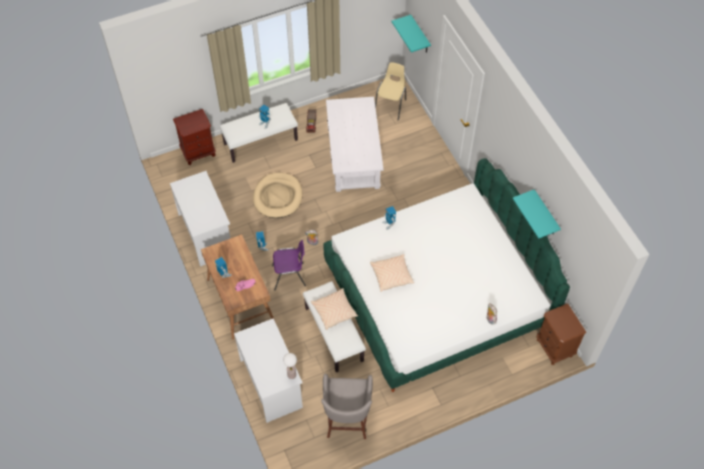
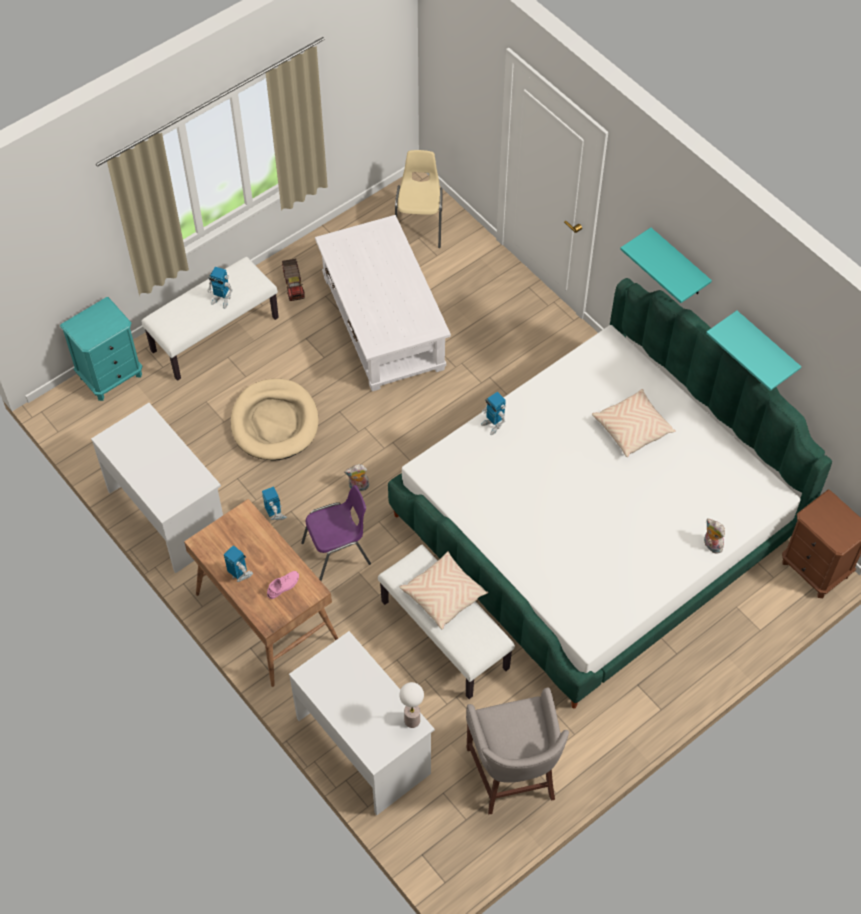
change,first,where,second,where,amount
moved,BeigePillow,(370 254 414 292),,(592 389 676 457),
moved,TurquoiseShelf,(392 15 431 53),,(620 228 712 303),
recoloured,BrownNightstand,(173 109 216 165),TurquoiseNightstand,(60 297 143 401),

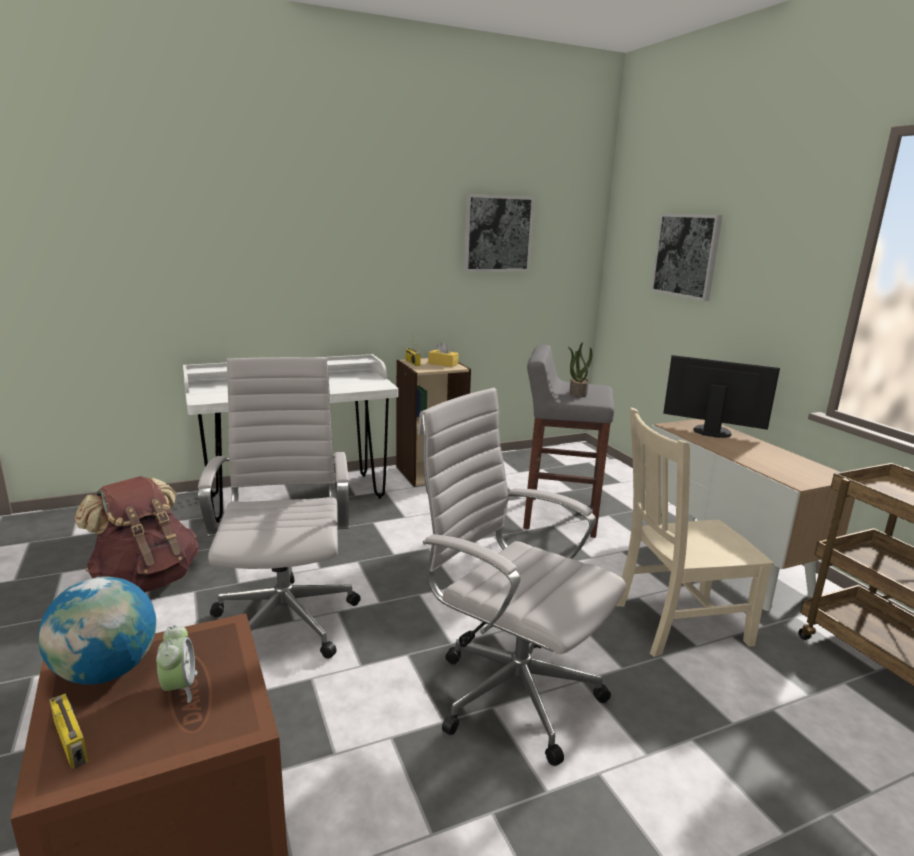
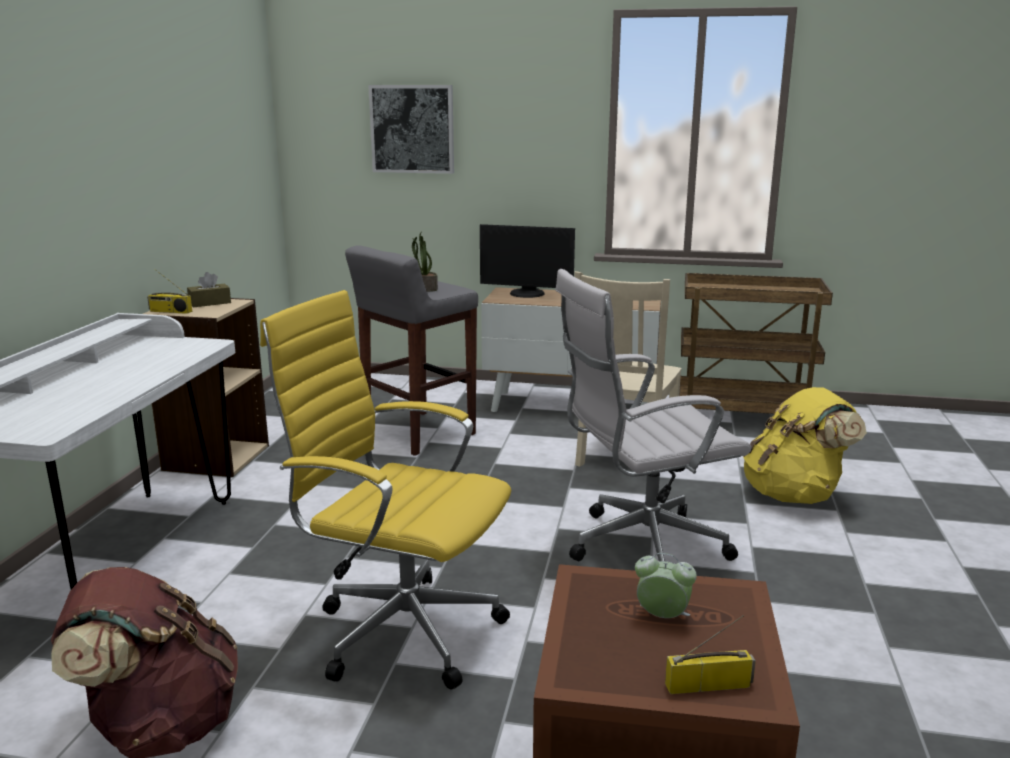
change,first,where,second,where,amount
removed,Globe,(38 576 156 685),,,
removed,Picture,(463 194 534 272),,,
added,,,YellowBackpack,(743 387 867 504),
recoloured,WhiteOfficeChair,(198 357 361 659),YellowOfficeChair,(260 290 511 689),
recoloured,YellowTissueBox,(428 341 459 367),BrownTissueBox,(187 272 231 307),
turned,Monitor,(663 355 780 438),,(480 224 575 298),135 degrees counterclockwise

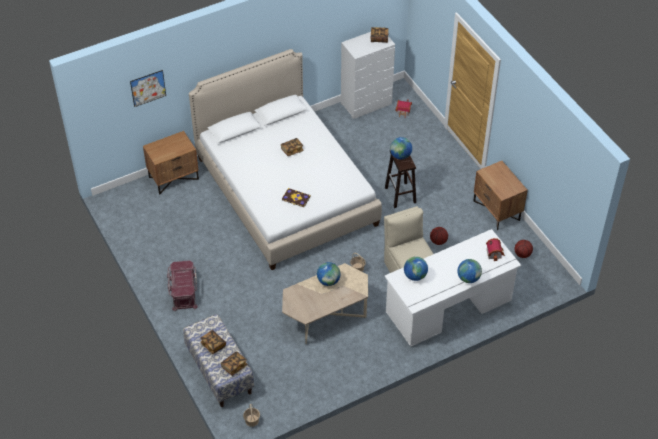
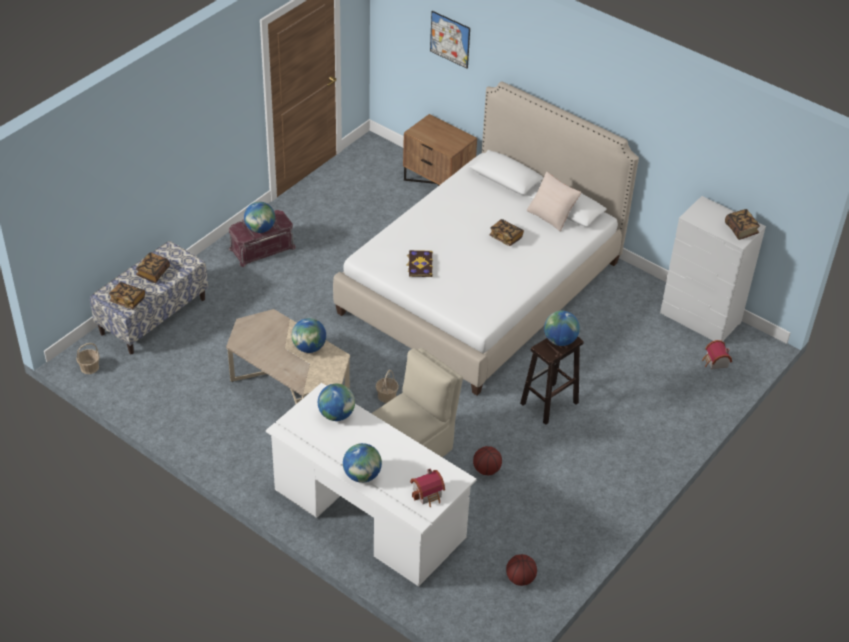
change,first,where,second,where,amount
removed,BrownNightstand,(473 161 528 230),,,
added,,,Globe,(244 202 275 233),
added,,,BeigePillow,(527 172 581 232),

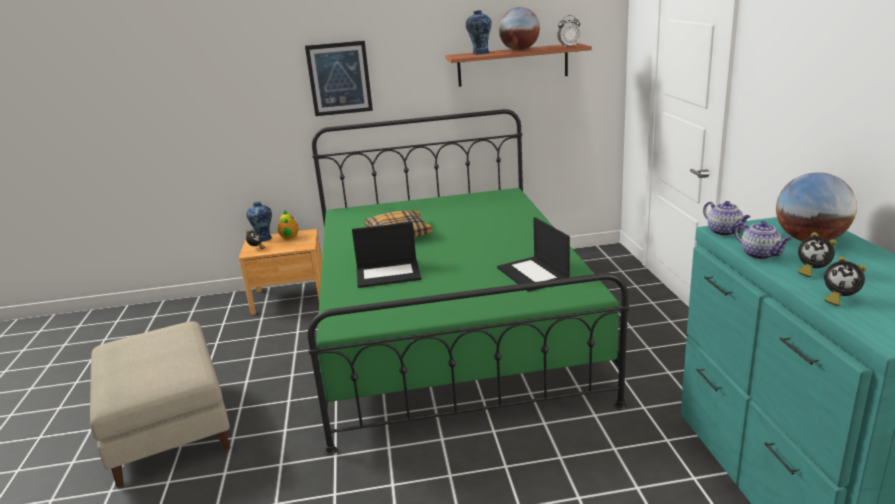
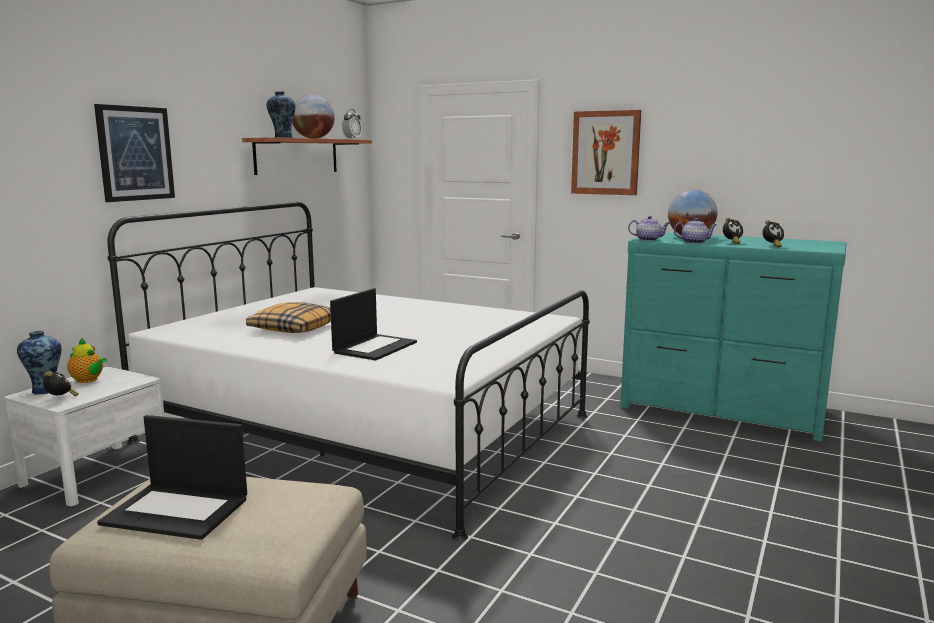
change,first,where,second,where,amount
added,,,Picture,(571 110 641 195),
moved,Laptop,(497 217 570 292),,(97 415 247 540),
recoloured,BrownNightstand,(239 229 322 315),WhiteNightstand,(4 367 165 506),
recoloured,GreenBed,(307 109 629 456),WhiteBed,(107 202 590 541),

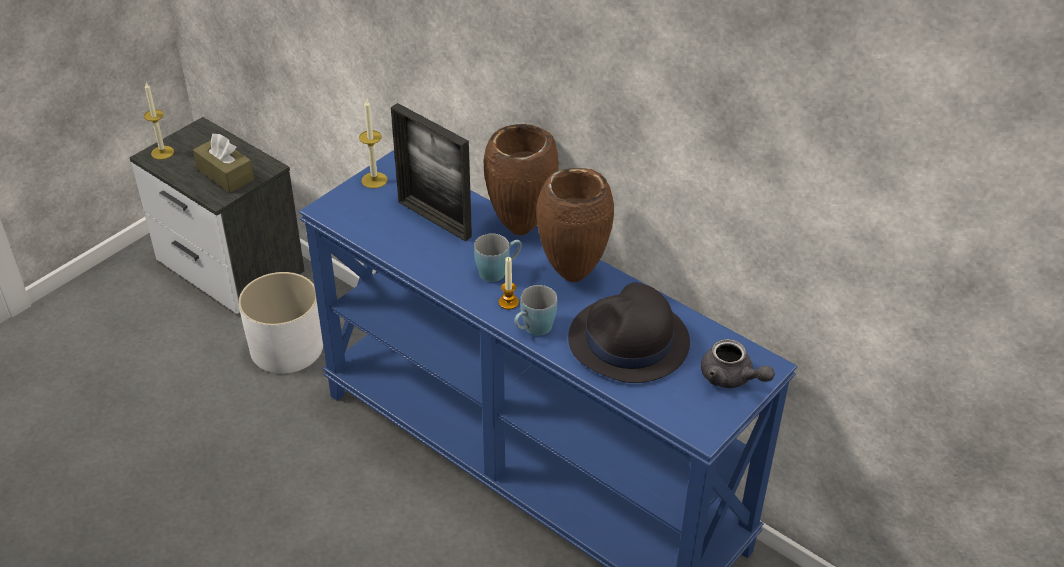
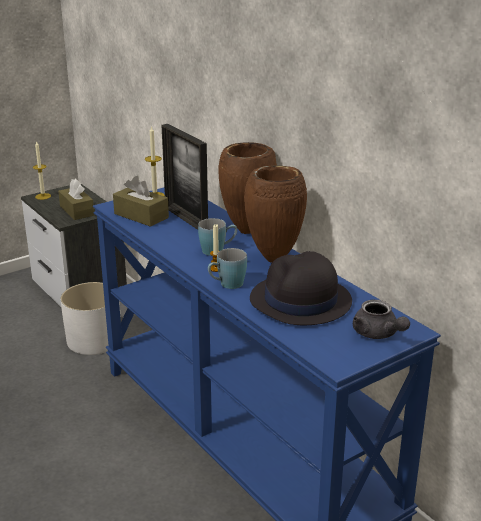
change,first,where,second,where,amount
added,,,BrownTissueBox,(113 176 169 227),

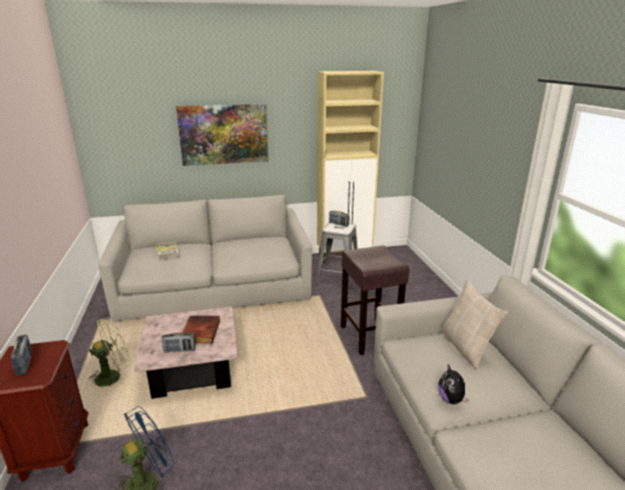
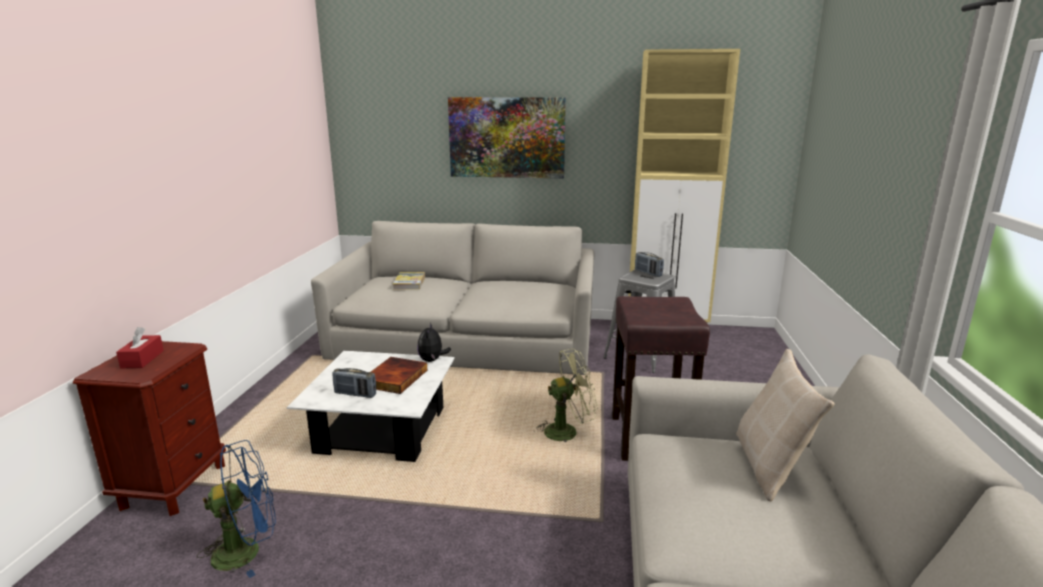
change,first,where,second,where,amount
moved,GreenFan,(89 317 130 386),,(533 349 598 442),
moved,PlushToy,(438 365 469 404),,(417 323 451 362),
replaced,Radio,(11 335 32 376),RedTissueBox,(116 327 164 368),
recoloured,PinkCoffeeTable,(134 307 238 399),WhiteCoffeeTable,(287 351 455 462),

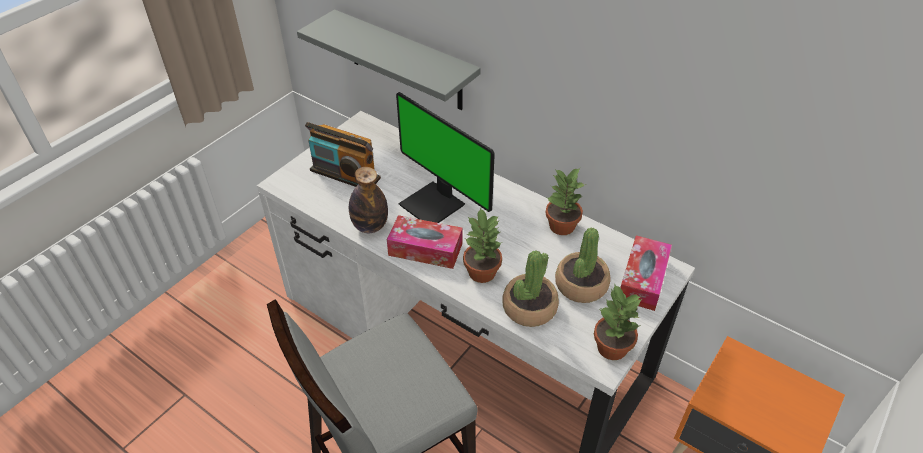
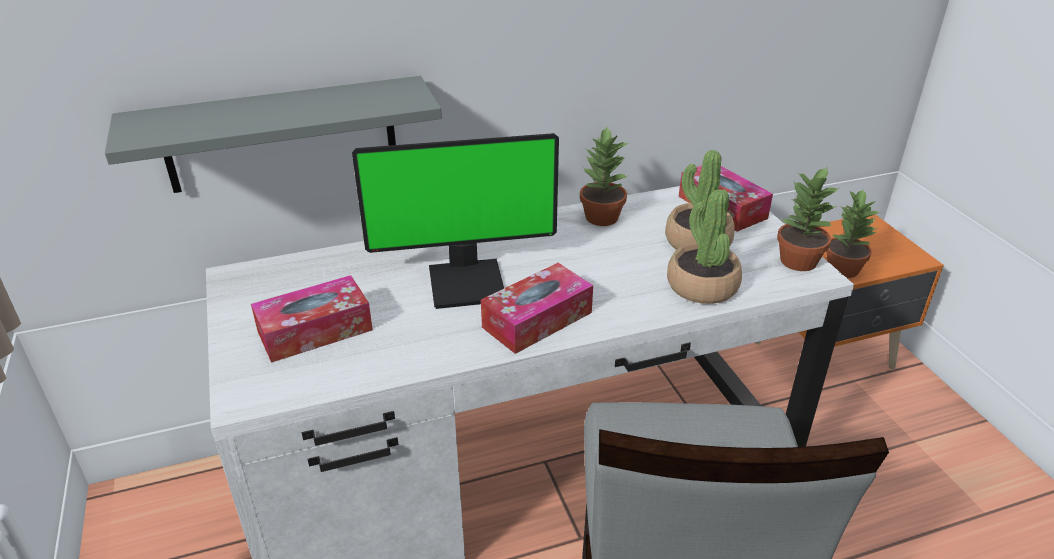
change,first,where,second,where,amount
removed,Bottle,(349 167 388 233),,,
moved,PottedPlant,(463 207 502 283),,(826 189 881 278),
replaced,Radio,(305 122 381 187),TissueBox,(251 275 373 363),

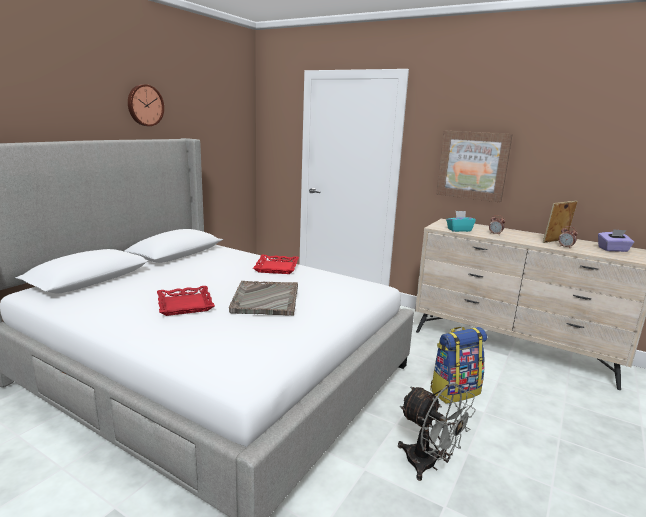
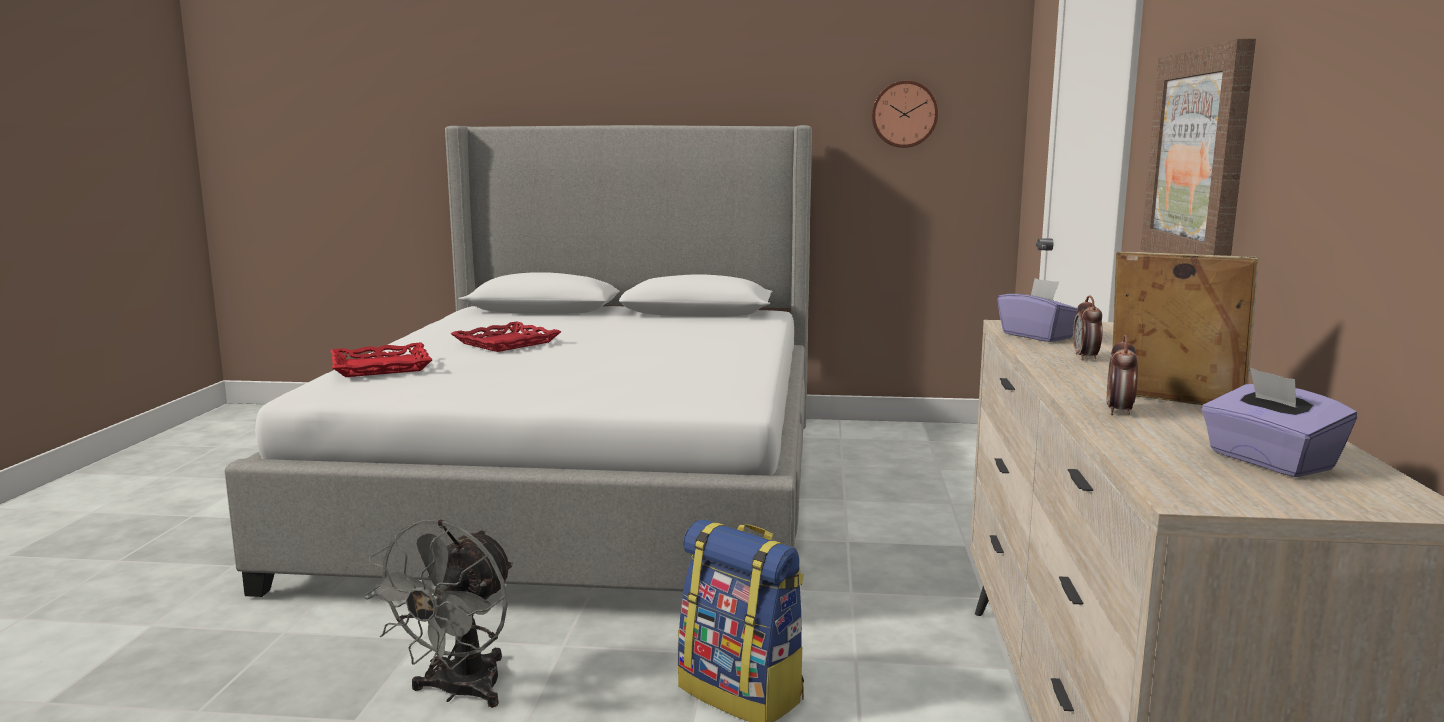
change,first,where,second,where,amount
removed,GreyTray,(229 281 298 316),,,
moved,WallClock,(128 84 164 126),,(872 80 938 148),
moved,RedTray,(253 255 299 274),,(331 343 432 377),
recoloured,TurquoiseTissueBox,(446 211 476 232),PurpleTissueBox,(997 278 1077 342),

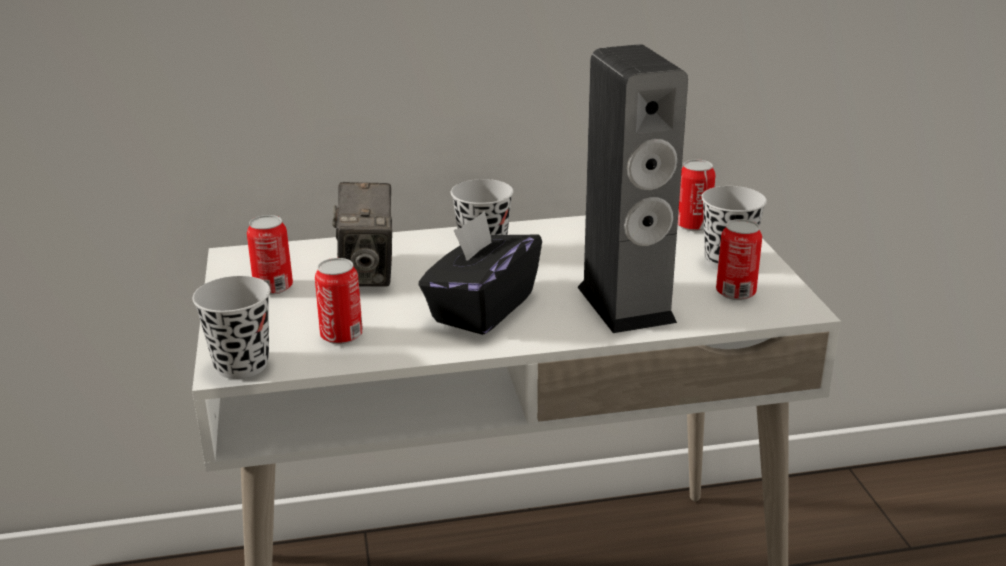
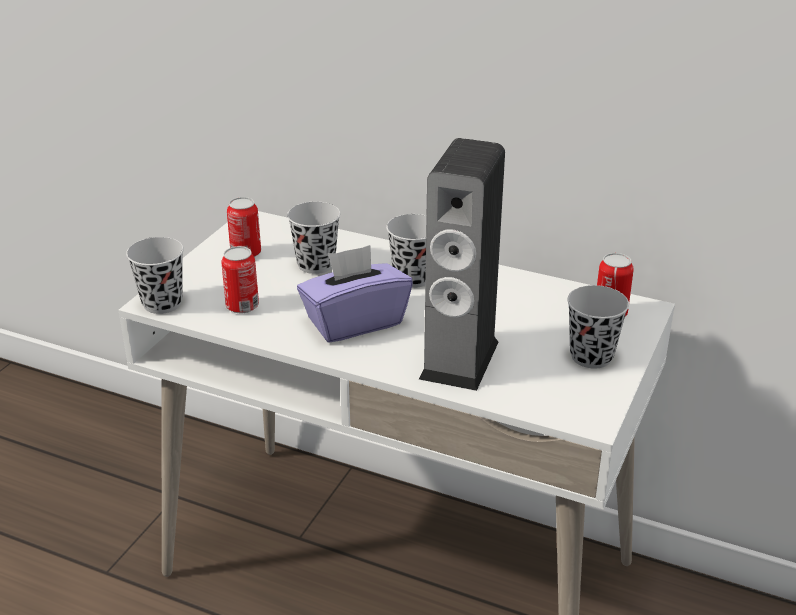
change,first,where,second,where,amount
removed,Can,(716 219 762 300),,,
replaced,PhotoCamera,(332 182 392 287),BlackCup,(287 202 340 274),
recoloured,BlackTissueBox,(418 211 542 335),PurpleTissueBox,(297 245 413 343),

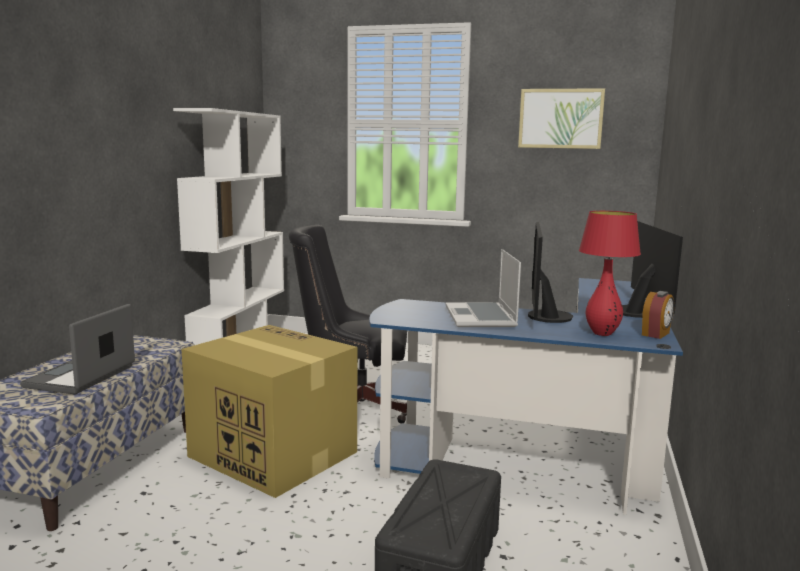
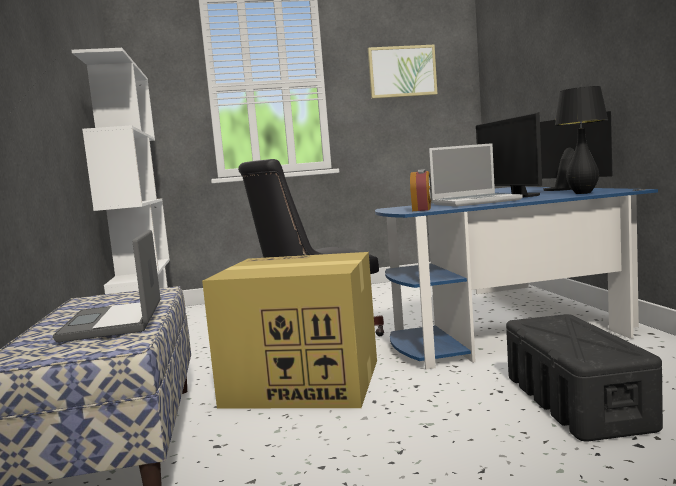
change,first,where,second,where,amount
moved,AlarmClock,(642 291 675 339),,(410 169 432 211),
recoloured,RedTableLamp,(579 211 641 336),BlackTableLamp,(555 86 608 194),
turned,Laptop,(445 249 521 327),,(429 143 523 207),75 degrees counterclockwise

